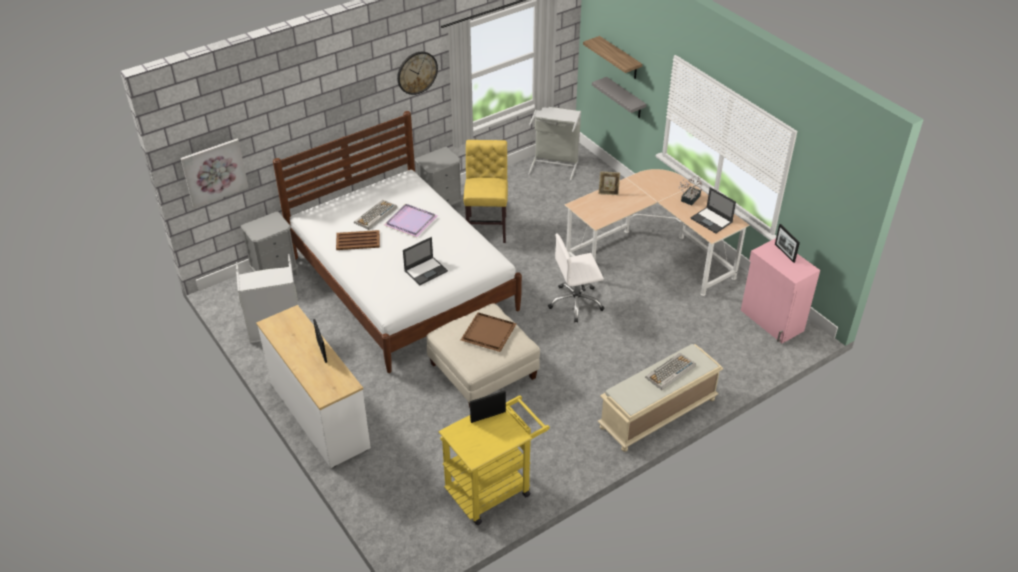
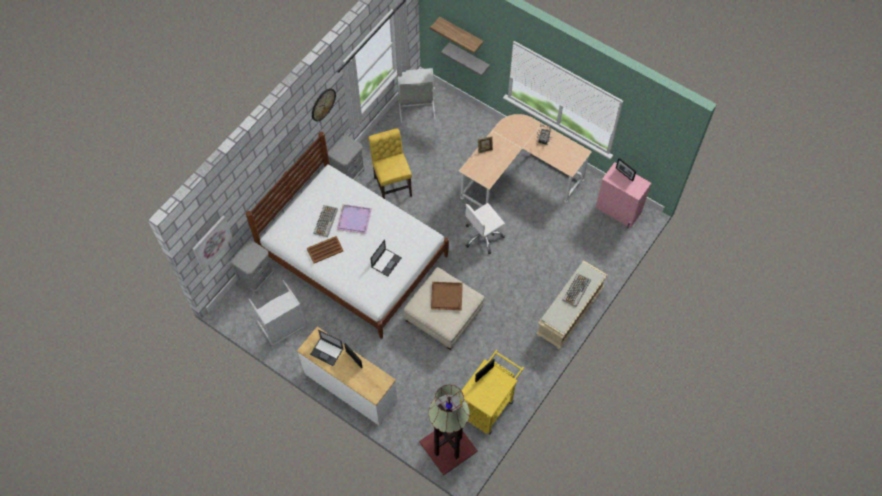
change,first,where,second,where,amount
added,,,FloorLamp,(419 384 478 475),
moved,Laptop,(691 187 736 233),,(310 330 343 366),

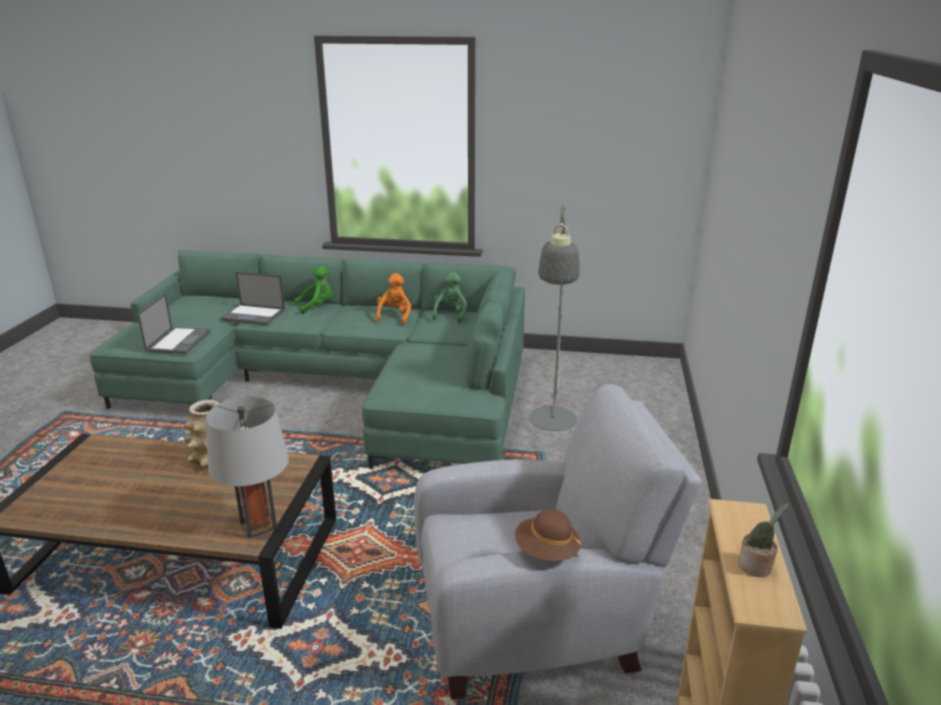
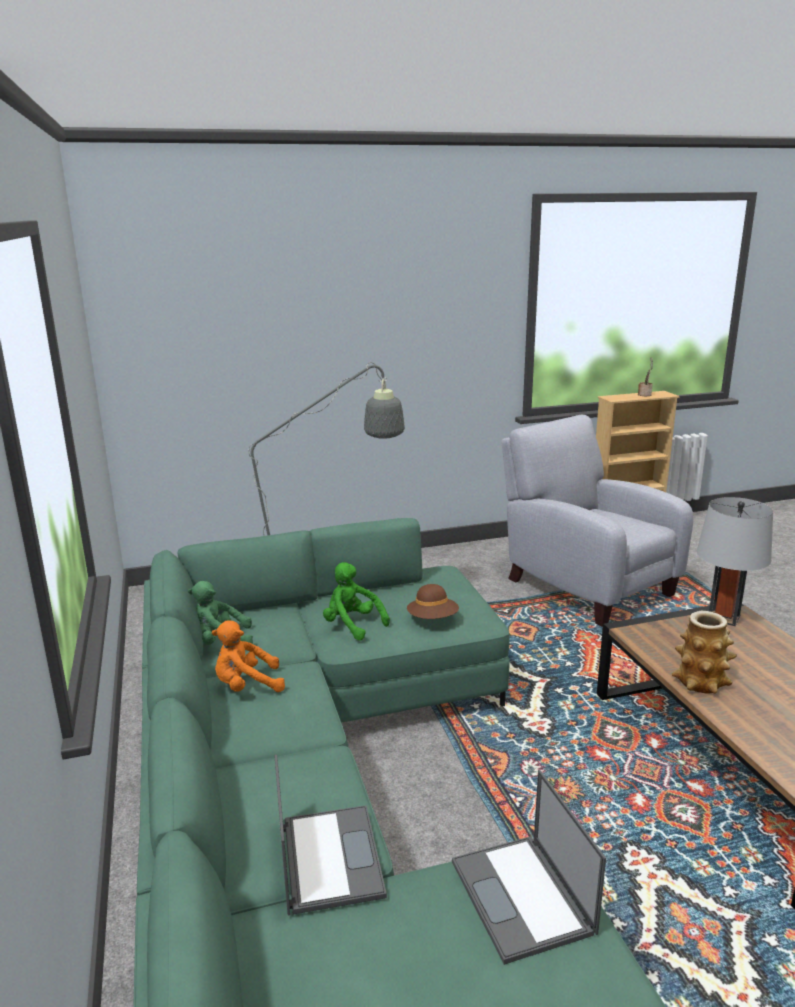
change,first,where,second,where,amount
moved,GreenPlushToy,(294 266 333 314),,(323 562 390 640),
moved,BrownHat,(515 509 581 561),,(407 584 459 619),
turned,Laptop,(137 293 211 354),,(452 770 606 965),90 degrees counterclockwise

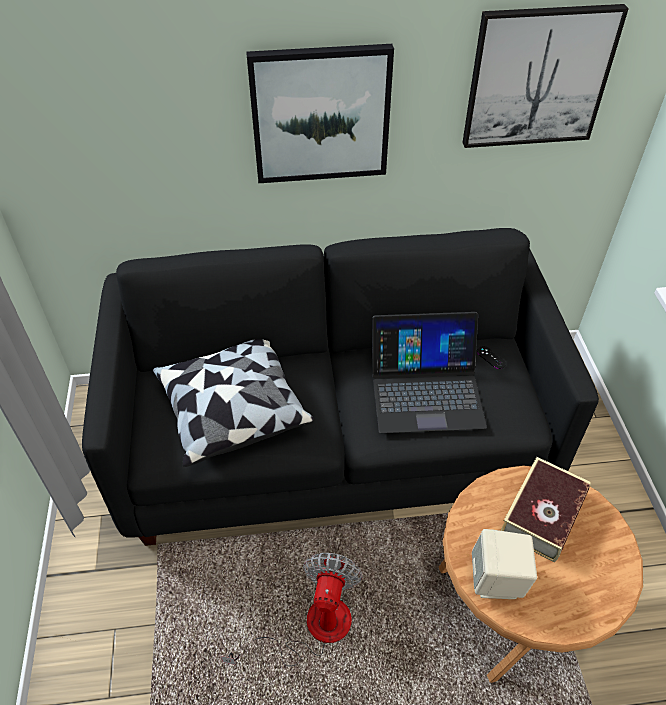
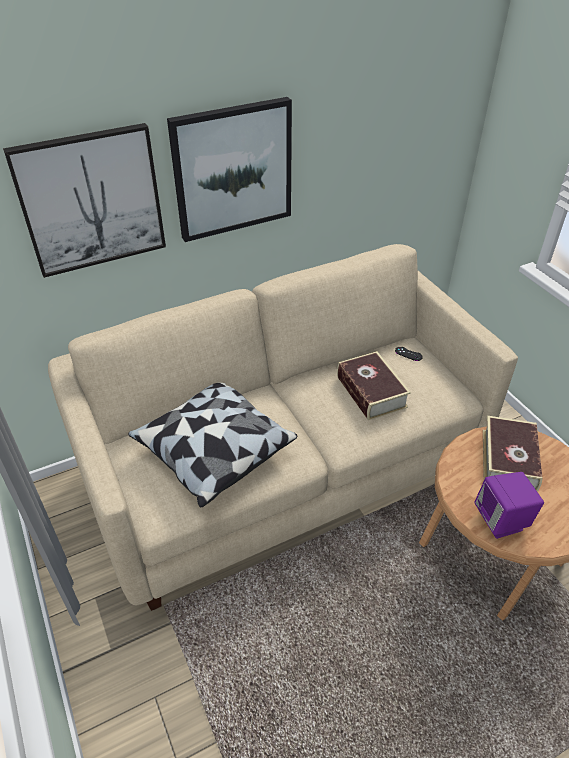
change,first,where,second,where,amount
removed,Fan,(221 553 363 666),,,
moved,Picture,(462 4 629 148),,(3 123 166 278),
replaced,Laptop,(371 312 487 433),Book,(337 351 411 420),
recoloured,BlackSofa,(82 228 599 546),BeigeSofa,(48 244 518 611),
recoloured,BeigeSpeaker,(472 529 537 599),PurpleSpeaker,(474 472 544 539),

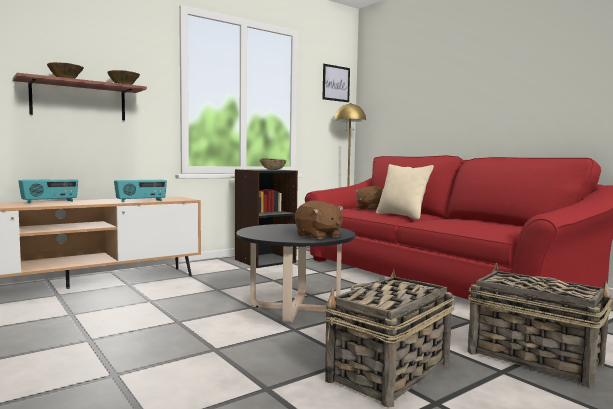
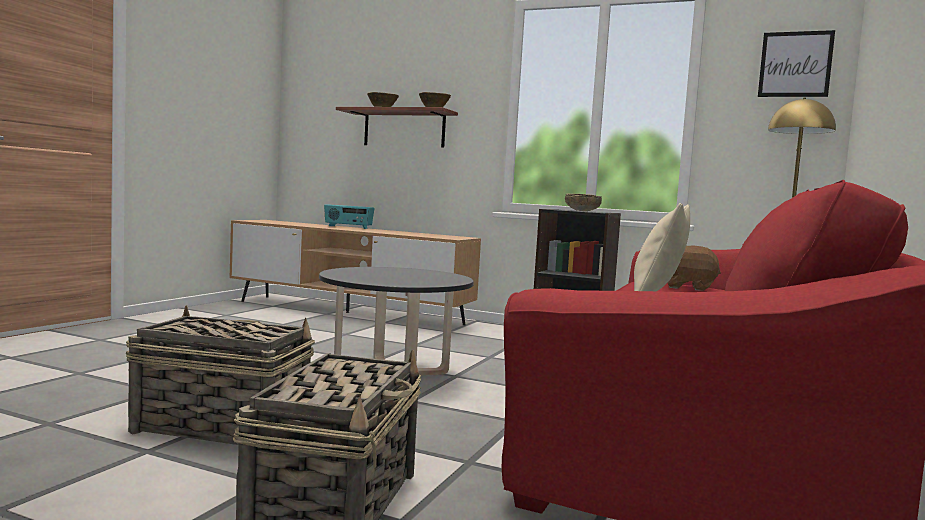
change,first,where,second,where,amount
removed,Radio,(114 180 167 203),,,
removed,BrownPlushToy,(295 201 343 240),,,

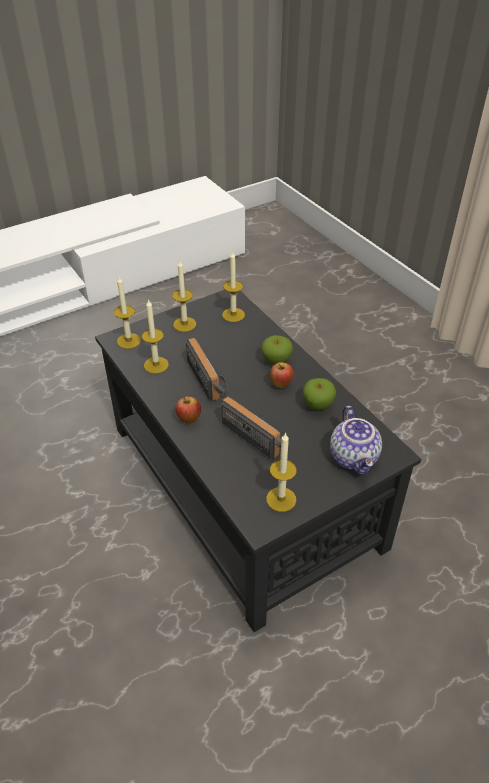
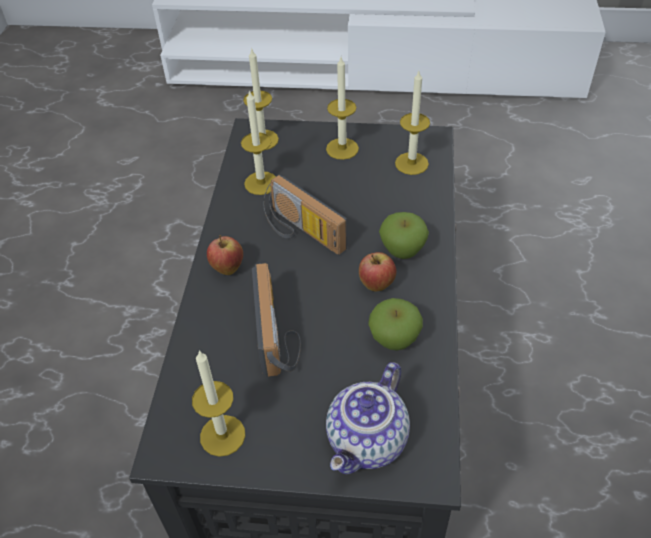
change,first,where,second,where,amount
turned,Radio,(186 338 228 401),,(263 175 347 255),120 degrees clockwise

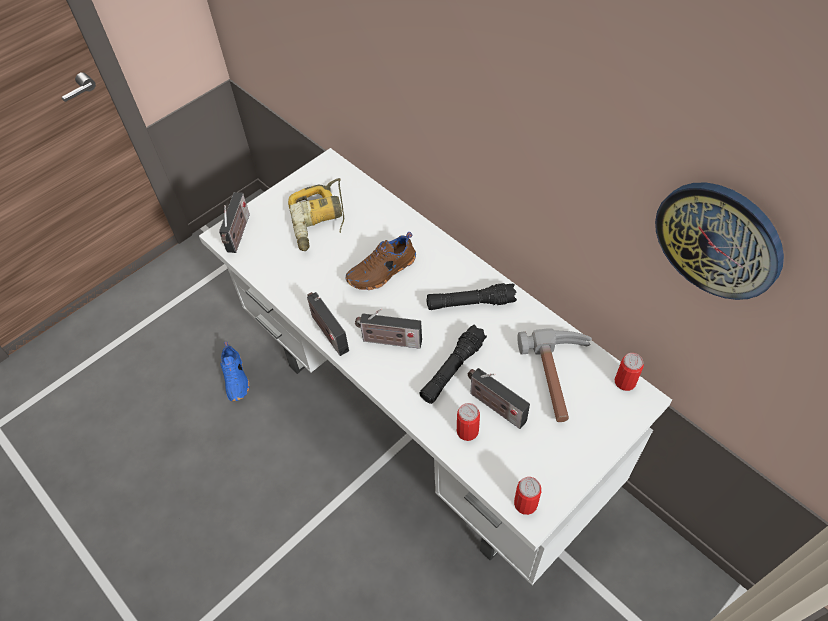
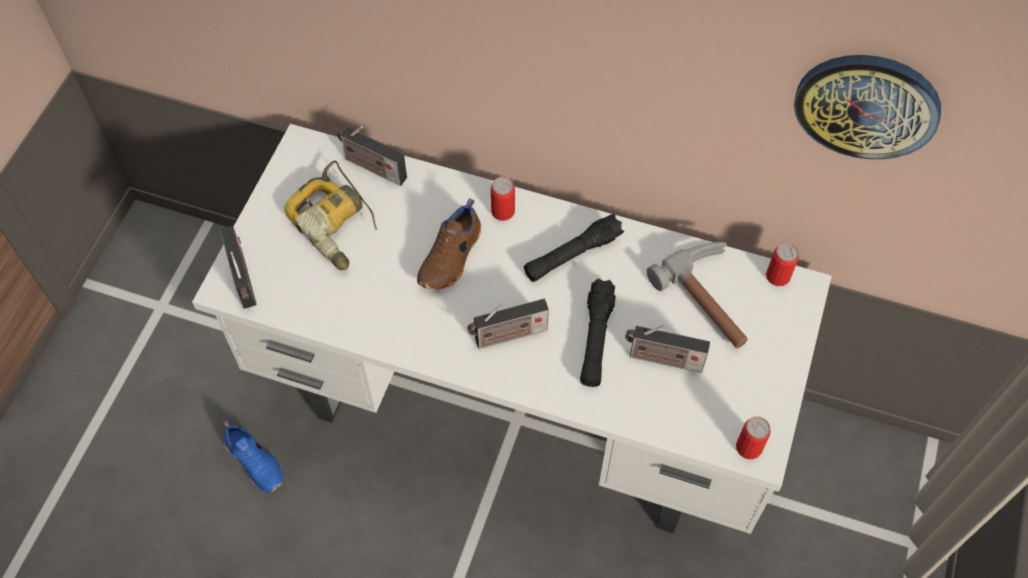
change,first,where,second,where,amount
moved,Radio,(307 292 349 356),,(337 126 407 186),
moved,Can,(457 403 480 441),,(491 177 515 221),

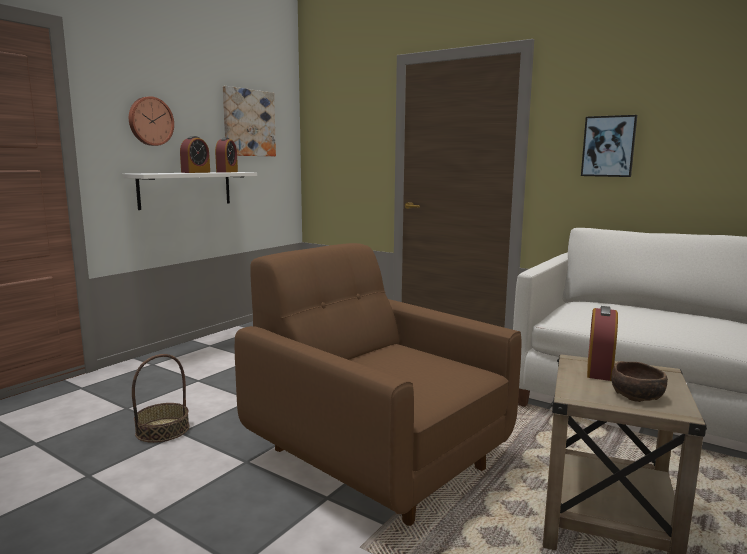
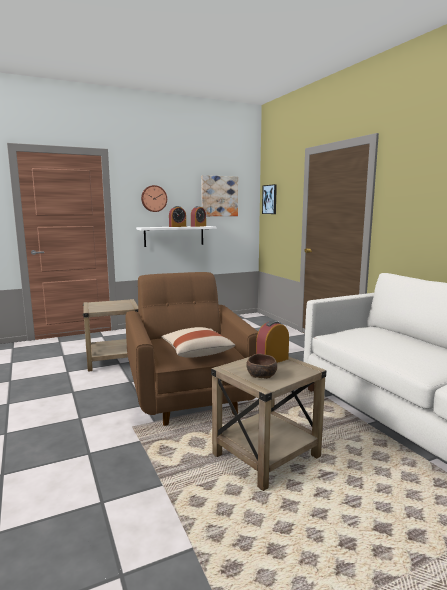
change,first,where,second,where,amount
added,,,BeigePillow,(161 327 235 358),
moved,Picture,(581 115 637 177),,(262 184 277 214),
replaced,Basket,(132 354 189 443),BeigeSideTable,(83 299 138 372),

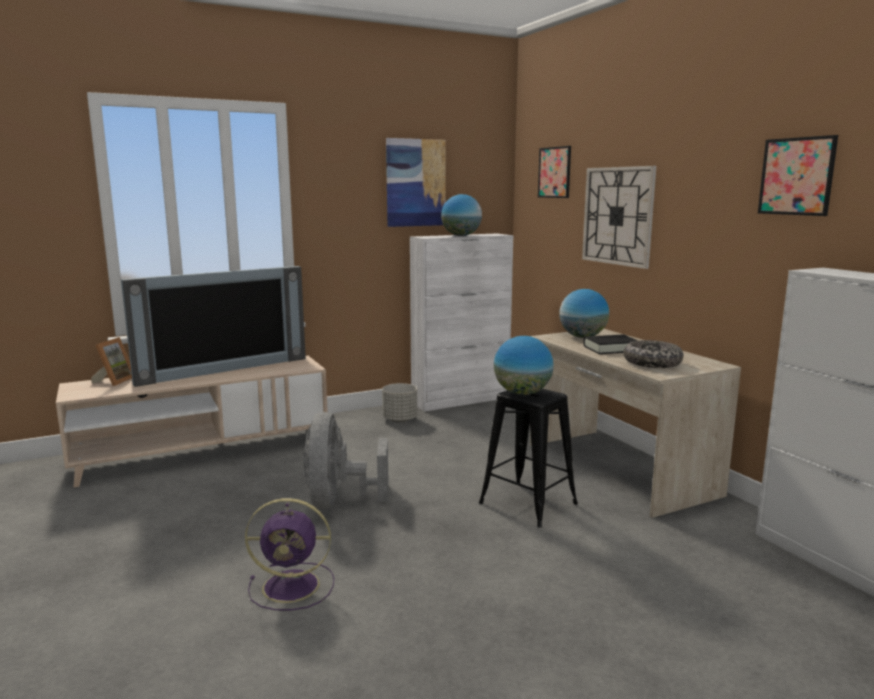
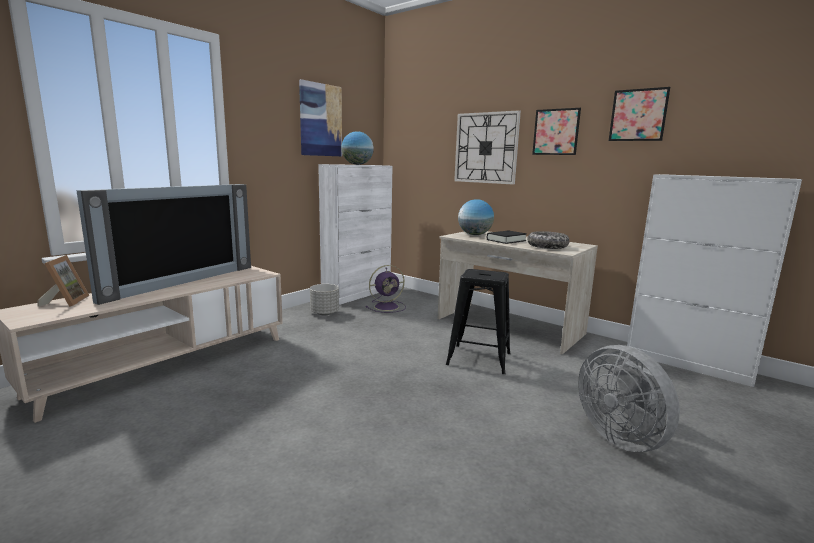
change,first,where,second,where,amount
removed,Globe,(494 336 554 395),,,
moved,PurpleFan,(245 498 334 610),,(366 265 406 313),
moved,GreyFan,(303 412 388 509),,(578 345 680 452),
moved,Picture,(538 146 571 198),,(532 108 581 155),

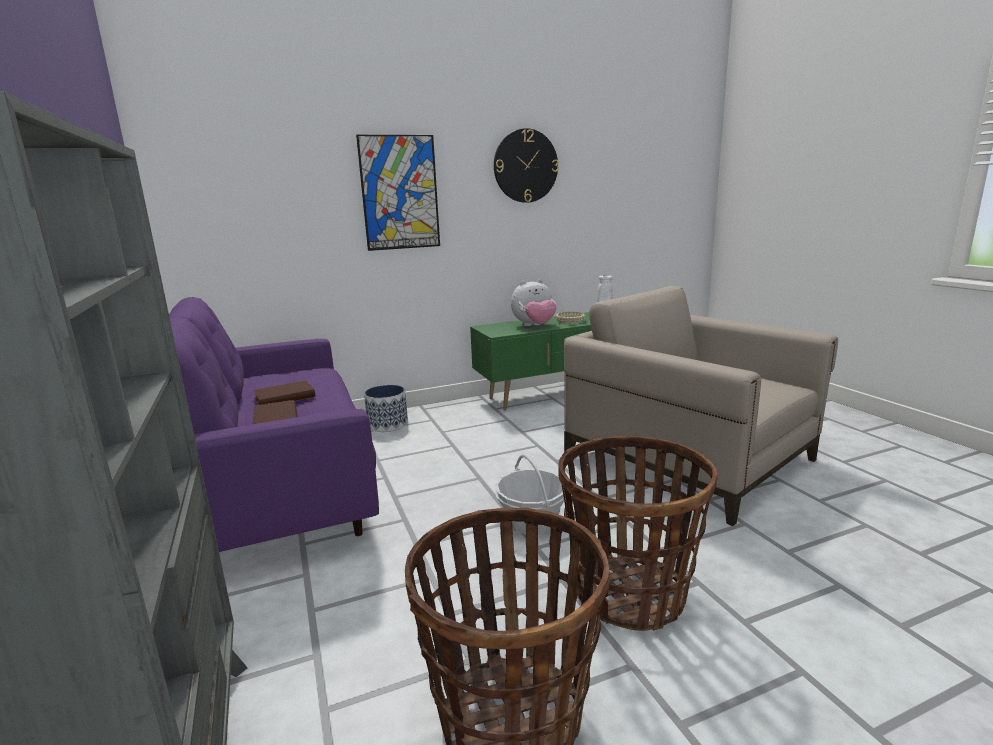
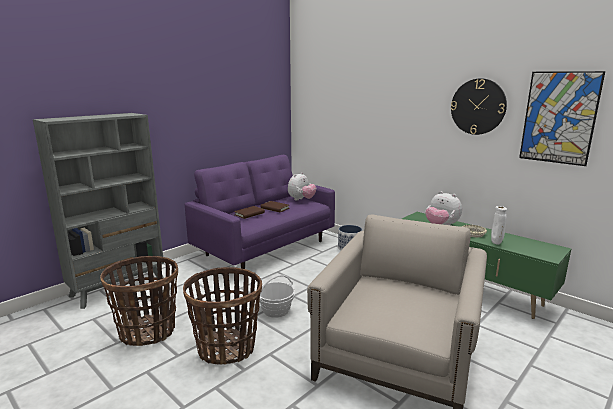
change,first,where,second,where,amount
added,,,PlushToy,(288 172 316 201),
moved,Picture,(356 135 440 251),,(519 71 605 166),

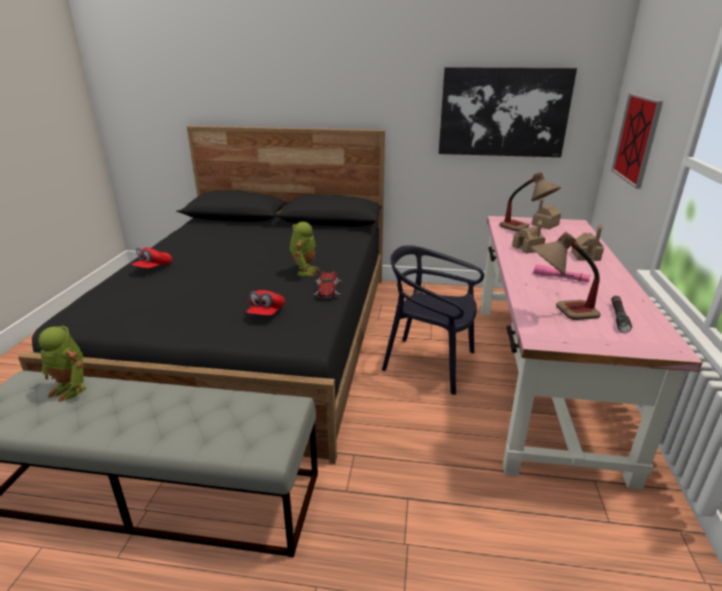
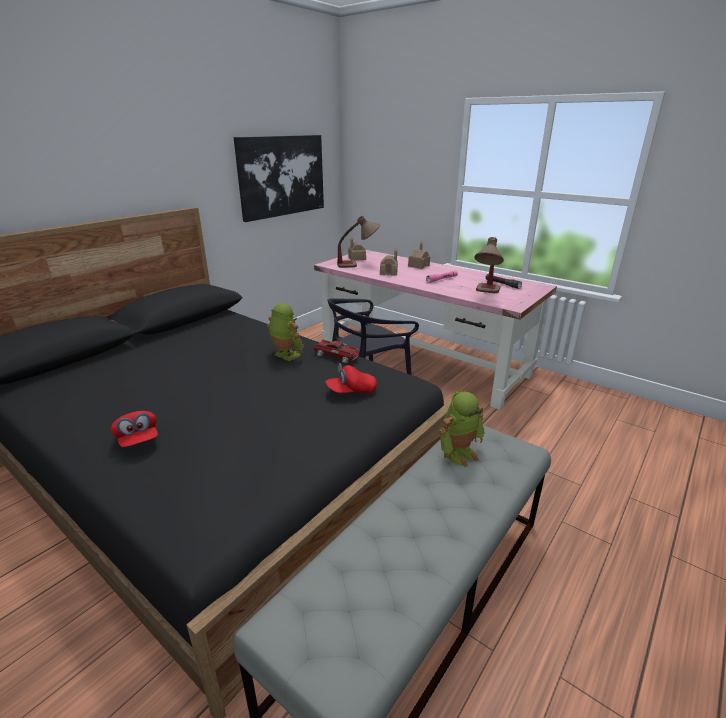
change,first,where,second,where,amount
removed,Picture,(611 94 663 189),,,
moved,ToyRobot,(36 326 87 402),,(439 391 485 467),
turned,RedCap,(246 290 285 315),,(326 363 377 393),120 degrees clockwise

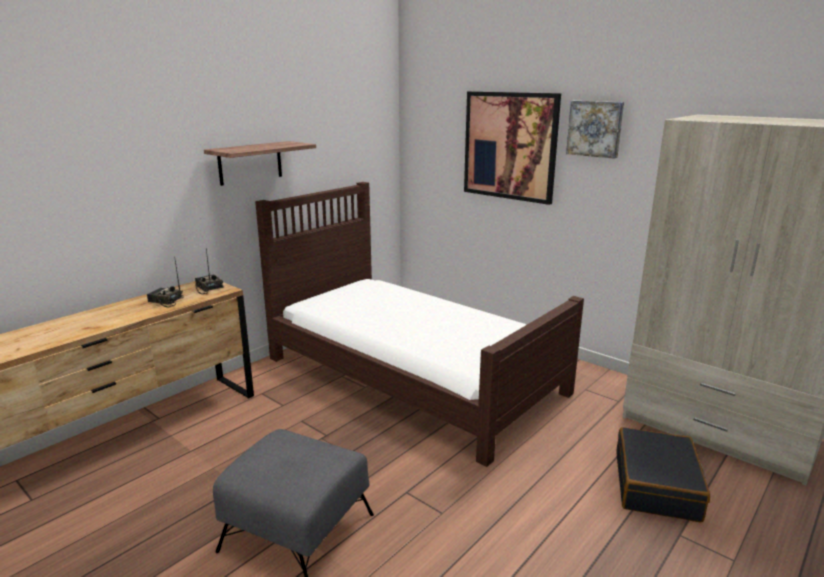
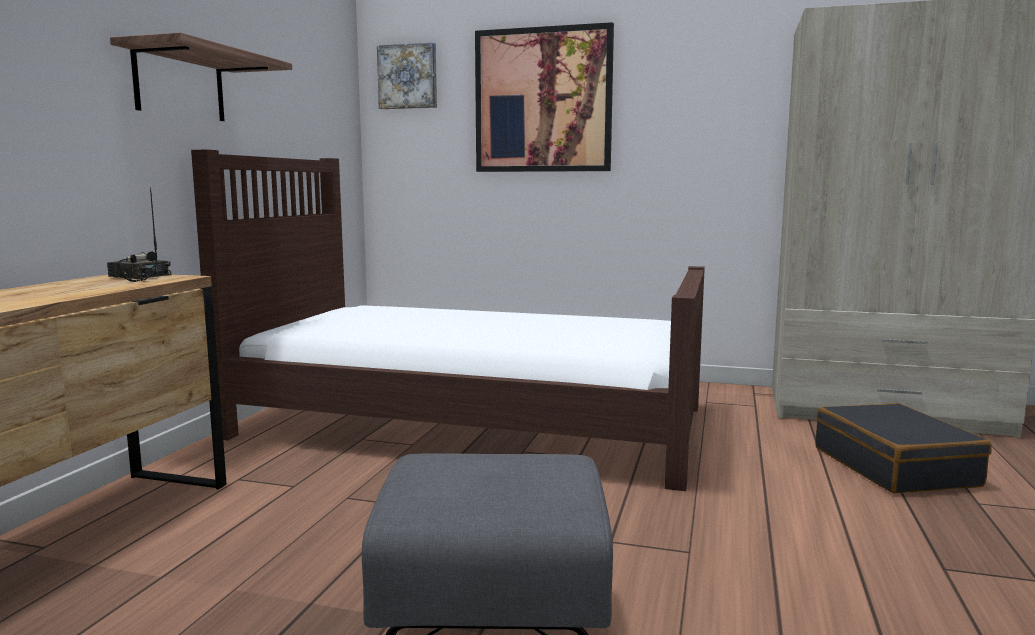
change,first,where,second,where,amount
removed,Radio,(147 256 184 308),,,
moved,Picture,(566 101 624 159),,(377 42 437 109),

